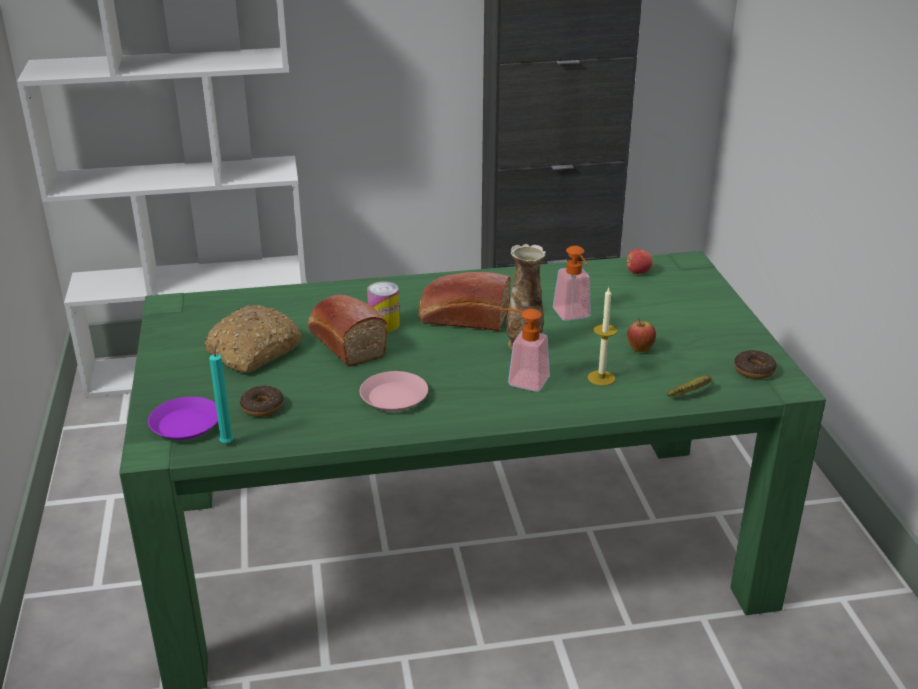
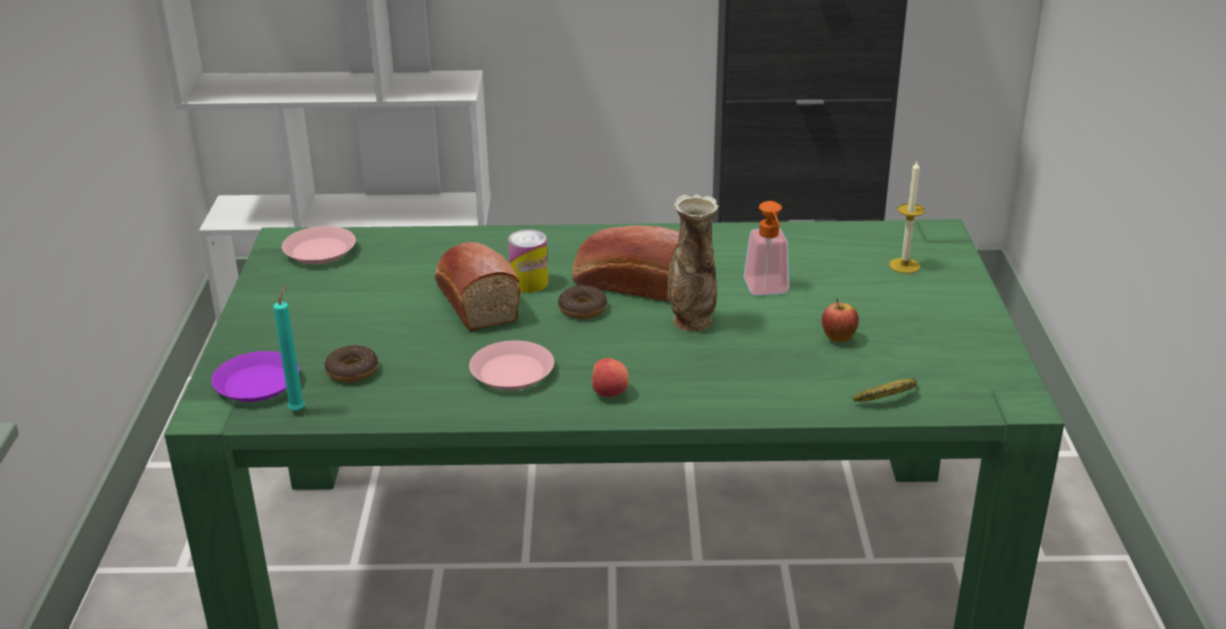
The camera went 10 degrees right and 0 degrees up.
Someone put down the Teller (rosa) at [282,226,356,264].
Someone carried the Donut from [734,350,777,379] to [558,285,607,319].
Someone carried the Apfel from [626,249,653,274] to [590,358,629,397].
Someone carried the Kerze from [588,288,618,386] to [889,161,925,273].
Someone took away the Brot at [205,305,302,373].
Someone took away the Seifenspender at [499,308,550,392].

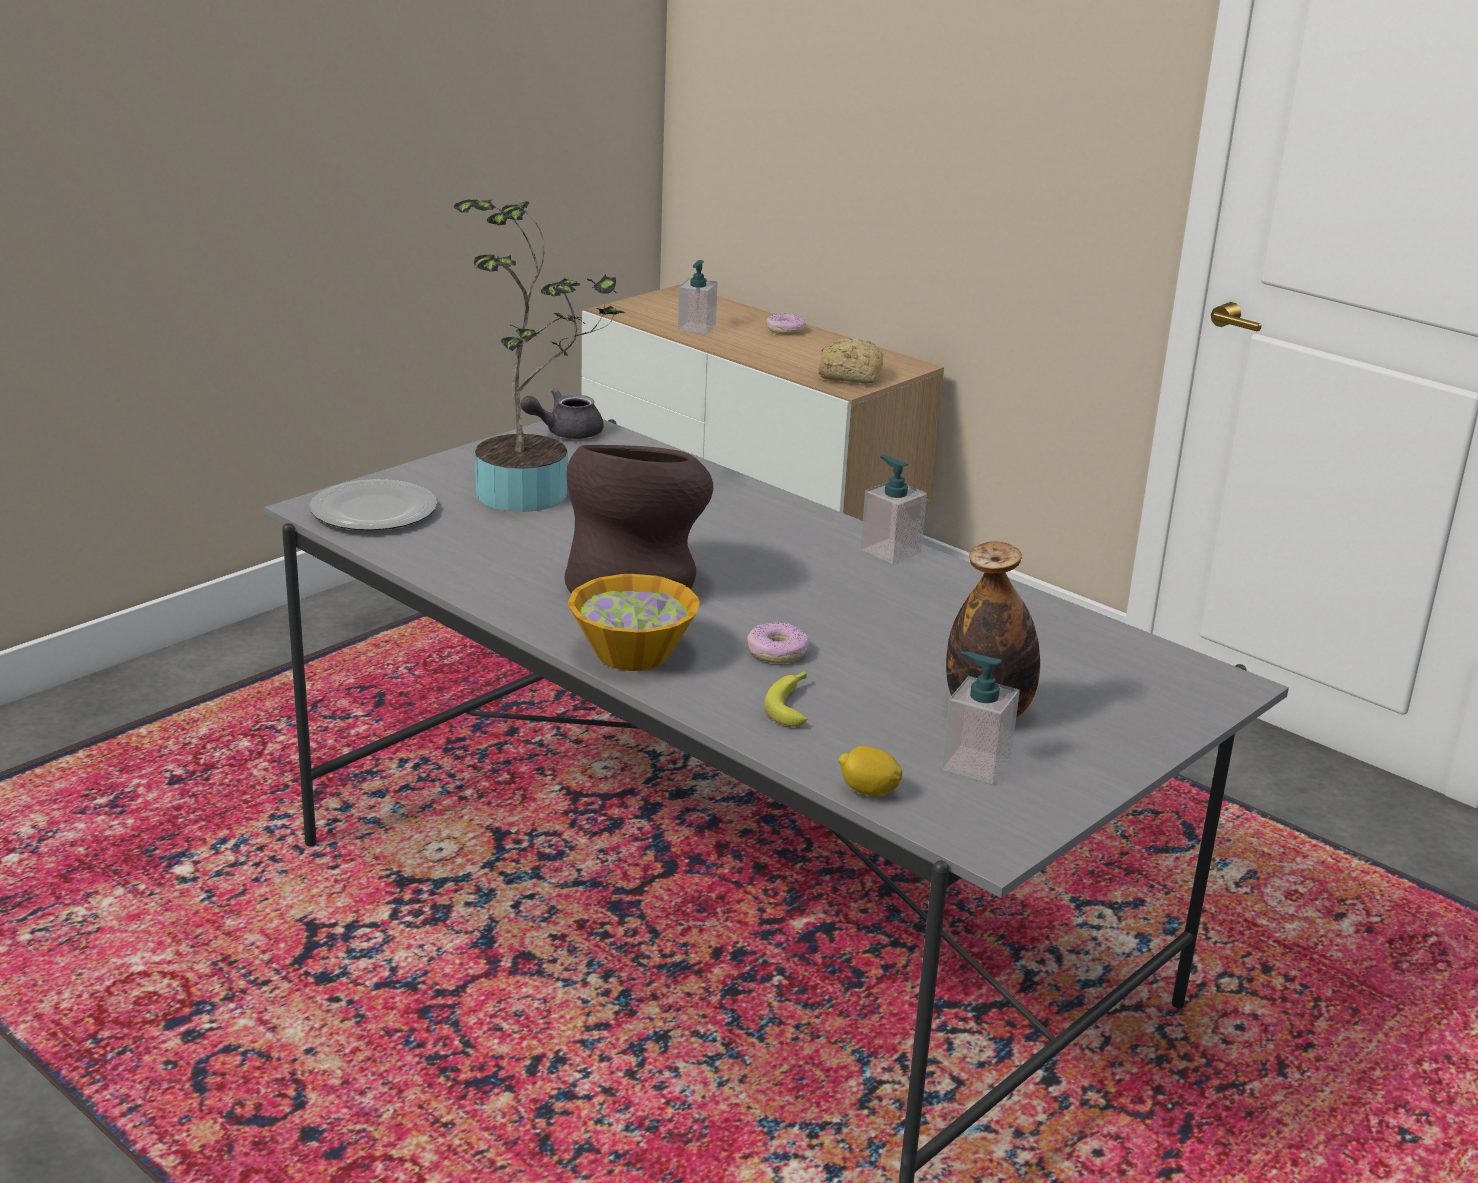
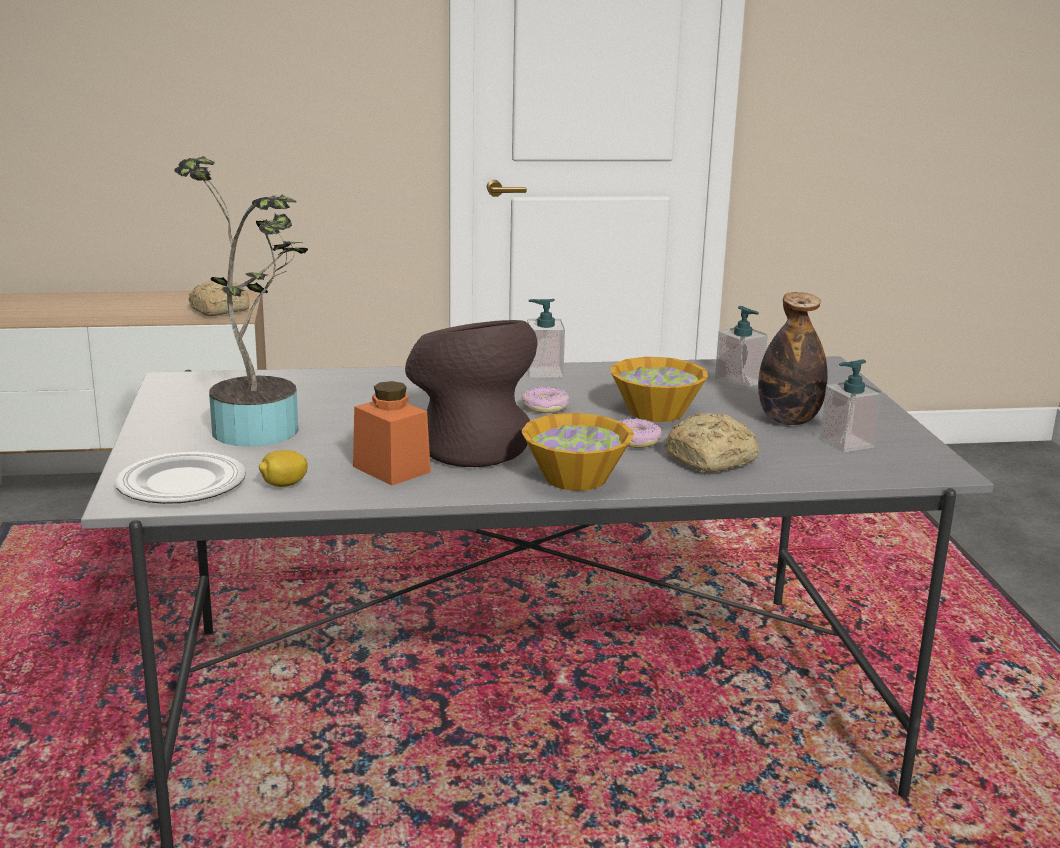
The camera went 50 degrees left and 5 degrees down.
Someone carried the Zitrone from [839,746,902,796] to [259,450,308,487].
Someone put down the Vorratsglas (orange) at [353,381,431,486].
Someone carried the Donut from [766,313,806,335] to [522,387,569,413].
Someone put down the Schüssel at [611,357,708,422].
Someone swapped the Banane at [764,671,807,727] for the Brot at [664,412,759,473].
Someone carried the Seifenspender from [678,260,718,334] to [715,306,768,389].
Someone took away the Teekanne (grau) at [520,389,604,439].

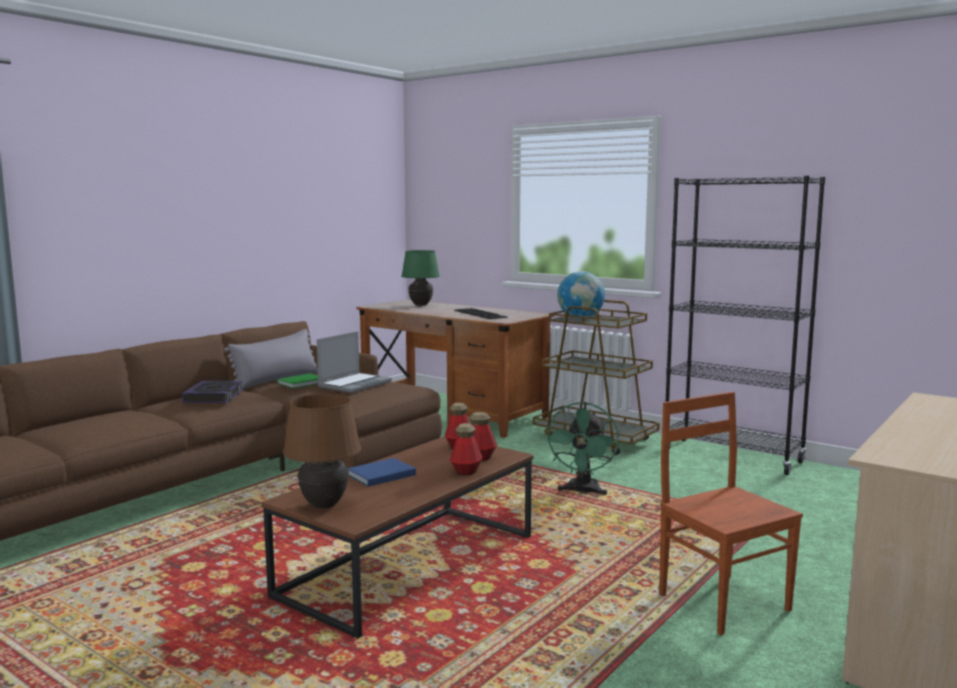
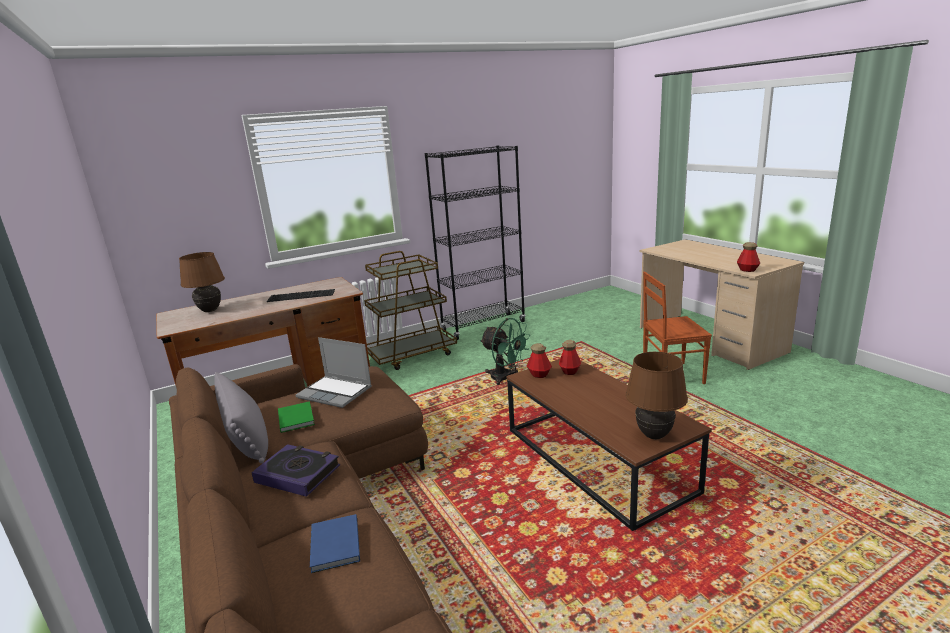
The camera went 65 degrees left and 10 degrees up.
Someone repainted the Tischlampe (grün) at [401,250,440,306], which became the Tischlampe (braun) at [179,252,225,312].
Someone rotated the Laptop at [317,331,392,393] by 150 degrees clockwise.
Someone carried the Buch (blau) from [347,458,416,487] to [310,514,360,573].
Someone carried the Flasche from [450,423,482,475] to [737,242,760,272].
Someone took away the Globus at [557,271,605,319].

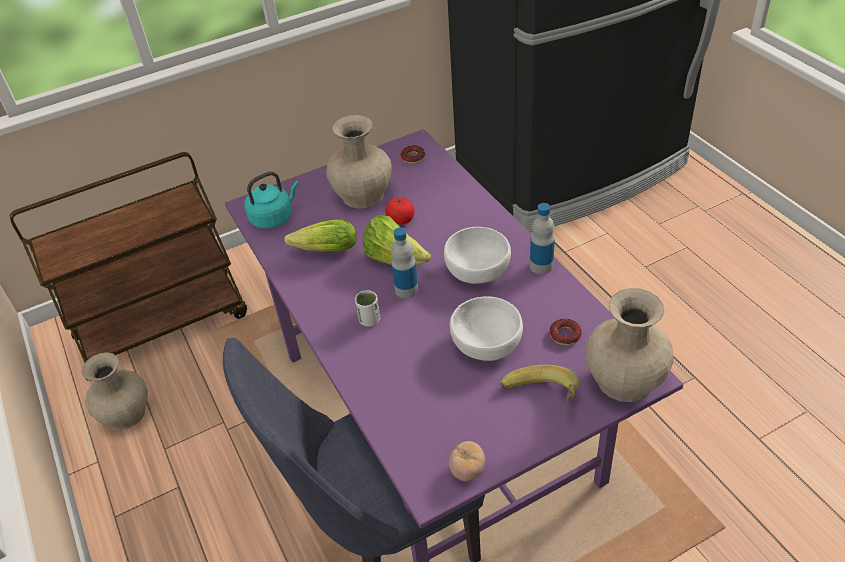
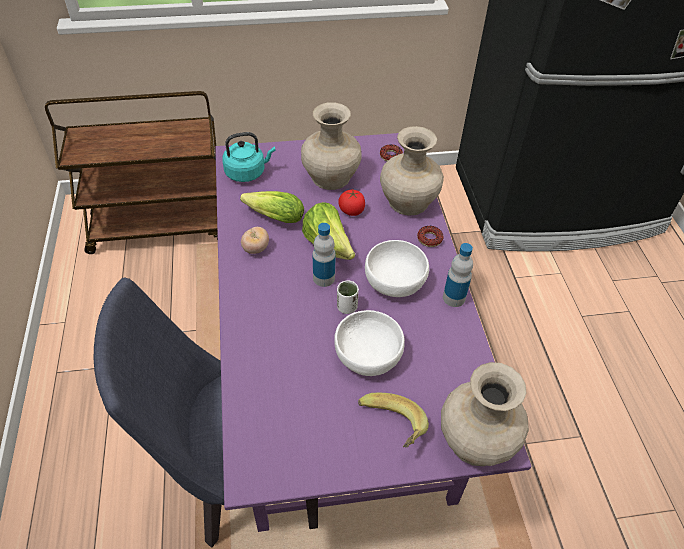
The camera went 15 degrees right and 5 degrees up.
Someone carried the Tomate from [449,441,485,481] to [241,227,269,254].
Someone carried the Tasse (weiß) from [355,290,380,326] to [337,280,359,314].
Someone carried the Vase (beige) from [82,352,148,430] to [380,126,444,216].
Someone carried the Donut from [549,319,582,345] to [417,226,443,247].

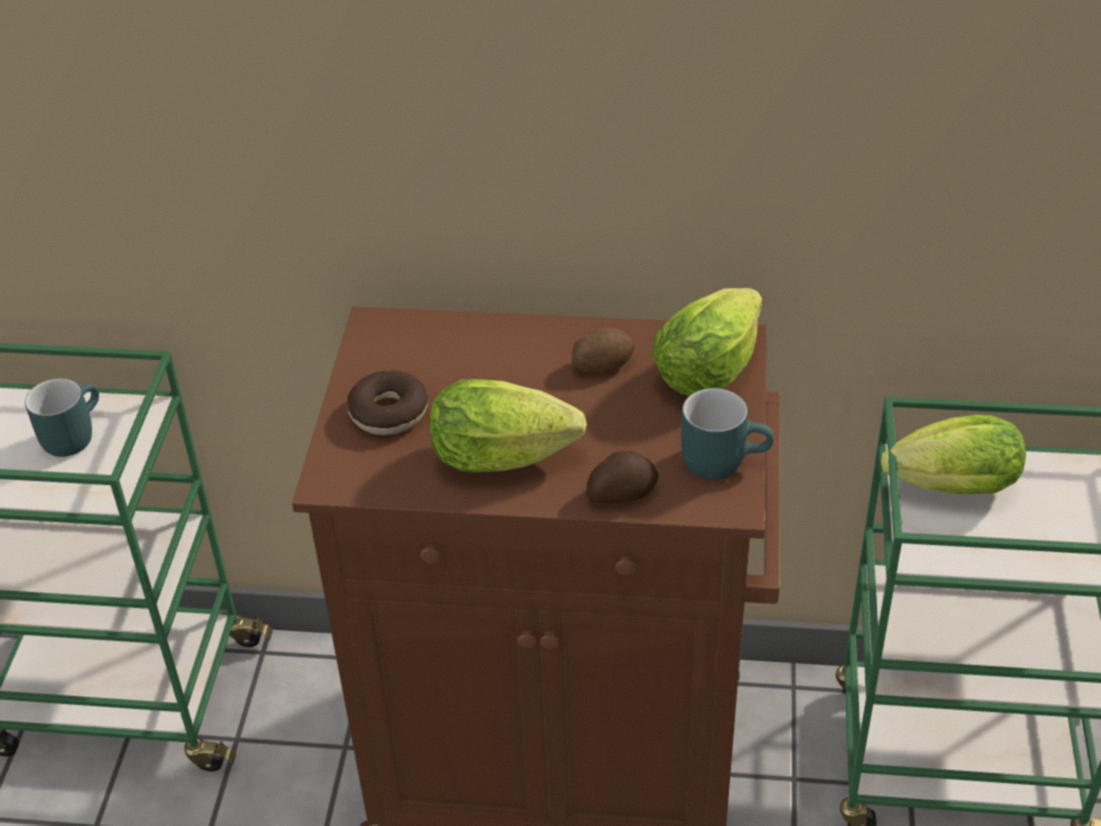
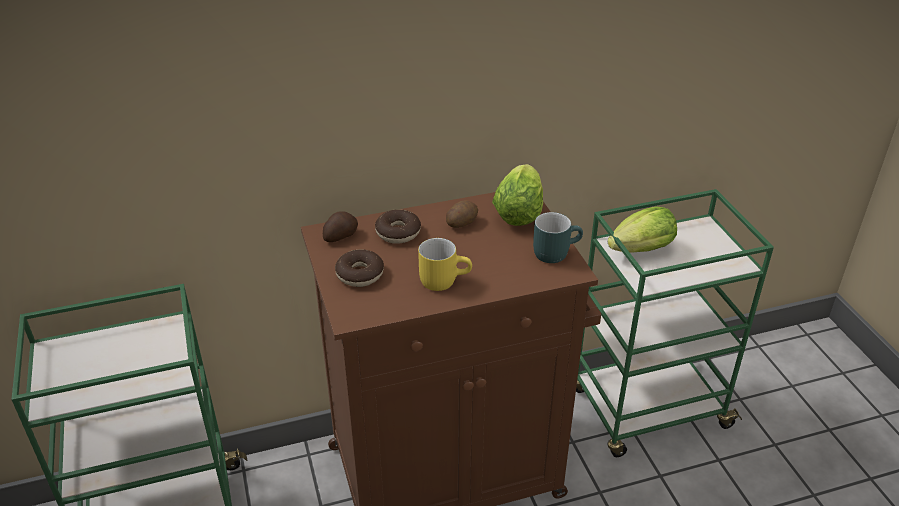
The camera went 25 degrees left and 5 degrees down.
Someone carried the Kartoffel from [586,451,659,504] to [323,211,358,242].
Someone put down the Donut at [375,209,421,244].
Someone swapped the Salatkopf at [430,379,587,472] for the Henkelbecher (gelb) at [418,238,472,291].
Someone took away the Henkelbecher (türkis) at [25,378,99,457].

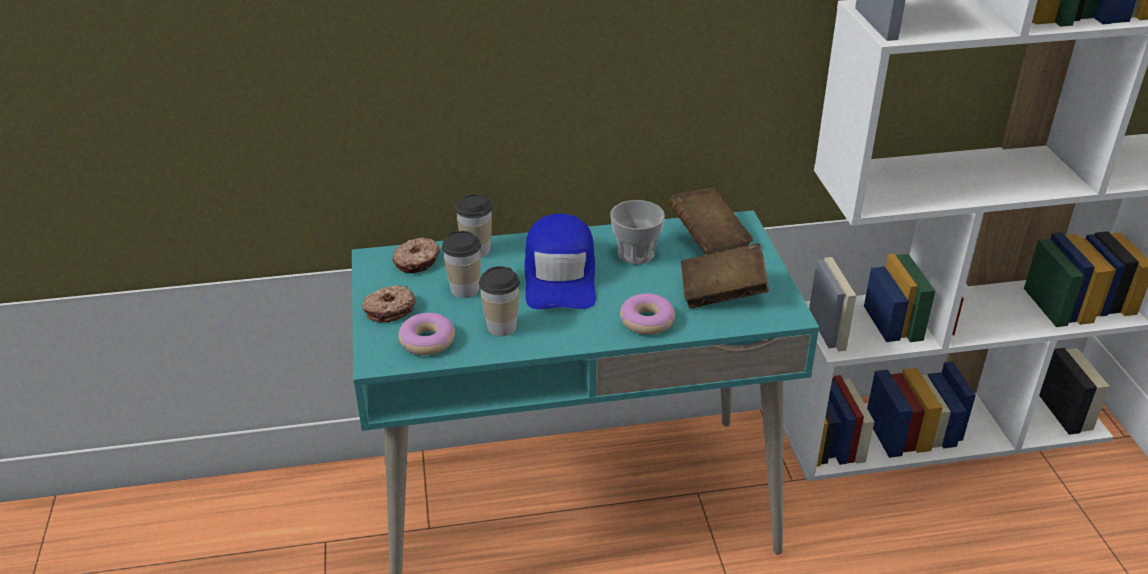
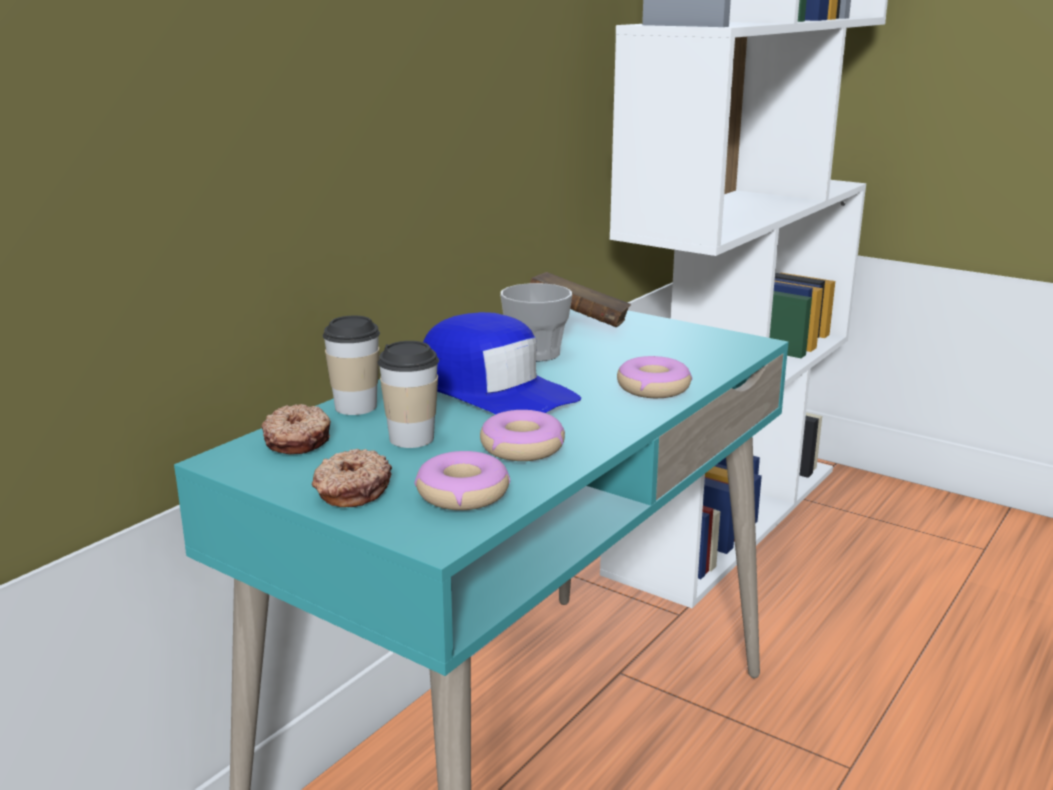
The camera went 45 degrees left and 15 degrees down.
Someone swapped the Tasse at [479,266,520,336] for the Donut at [480,410,565,461].
Someone took away the Buch (braun) at [681,243,769,308].

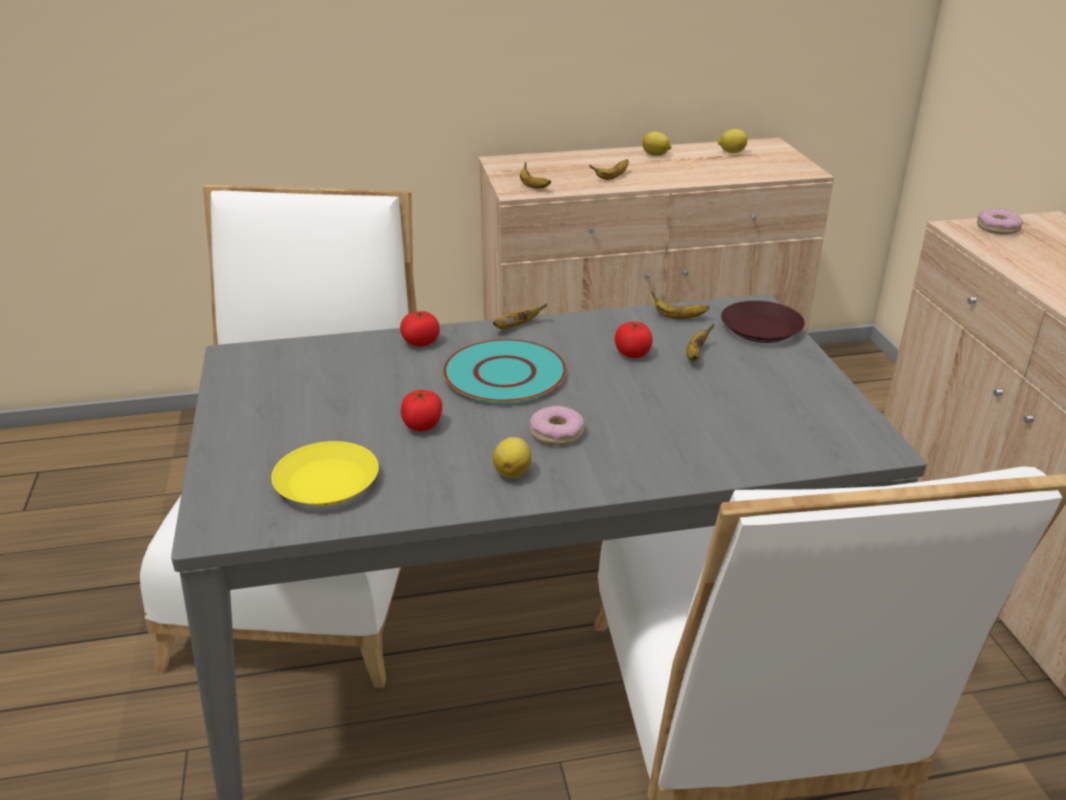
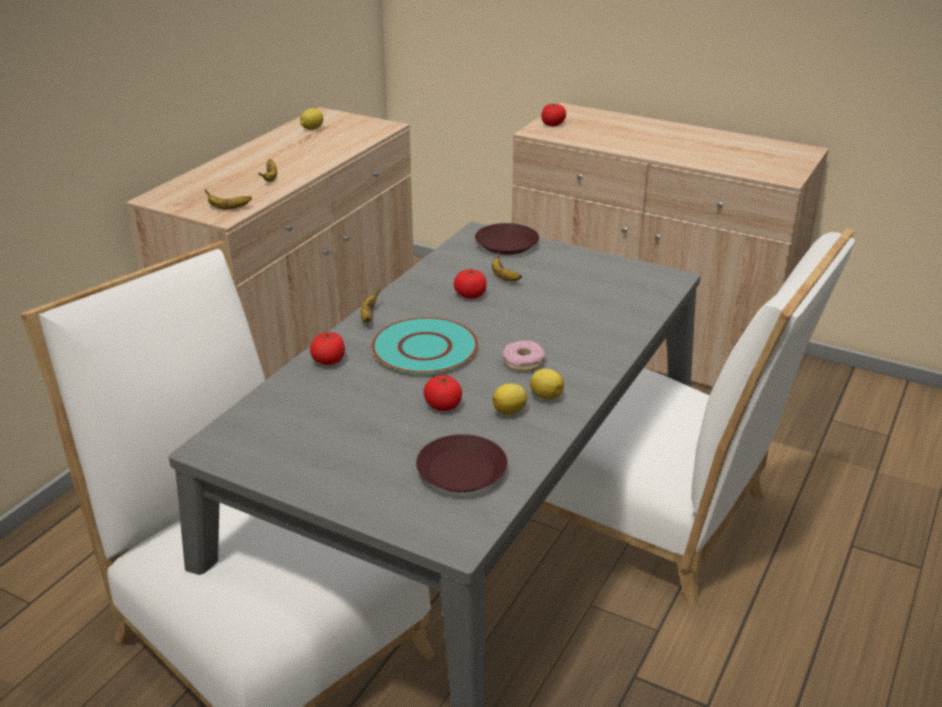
The camera went 50 degrees left and 0 degrees up.
Someone repainted the Teller (gelb) at [271,441,379,506], which became the Teller (braun) at [416,434,507,492].
Someone carried the Zitrone from [642,132,672,156] to [492,384,527,415].
Someone swapped the Donut at [977,209,1023,235] for the Tomate at [541,103,566,126].
Someone took away the Banane at [652,292,710,319].

